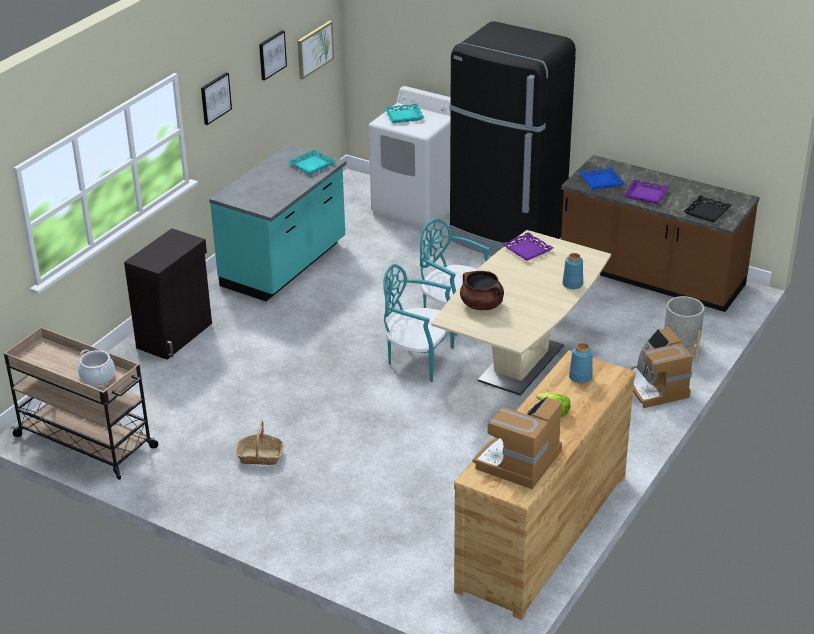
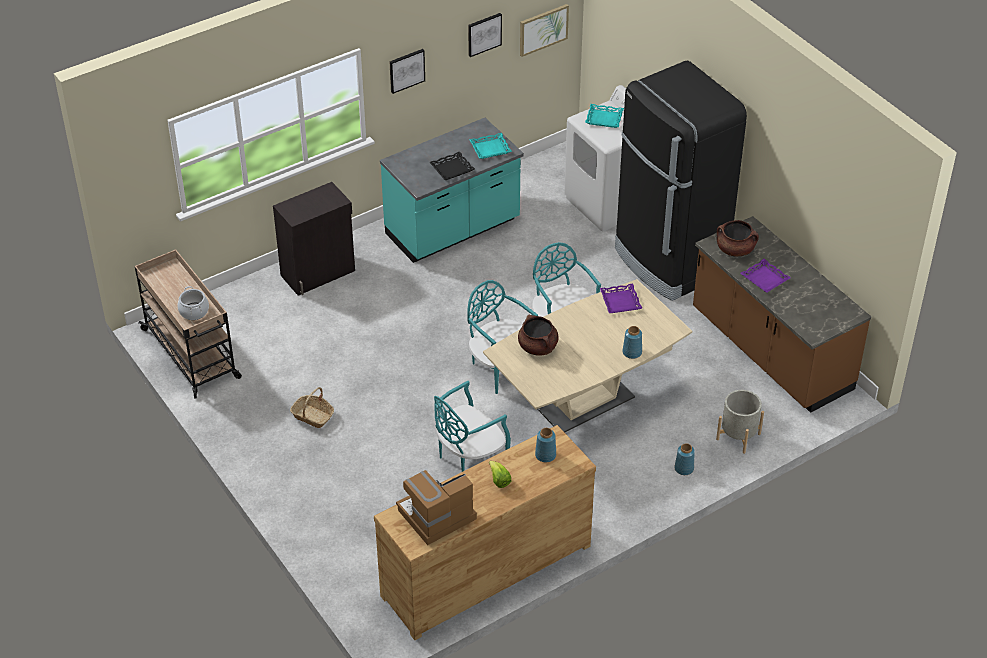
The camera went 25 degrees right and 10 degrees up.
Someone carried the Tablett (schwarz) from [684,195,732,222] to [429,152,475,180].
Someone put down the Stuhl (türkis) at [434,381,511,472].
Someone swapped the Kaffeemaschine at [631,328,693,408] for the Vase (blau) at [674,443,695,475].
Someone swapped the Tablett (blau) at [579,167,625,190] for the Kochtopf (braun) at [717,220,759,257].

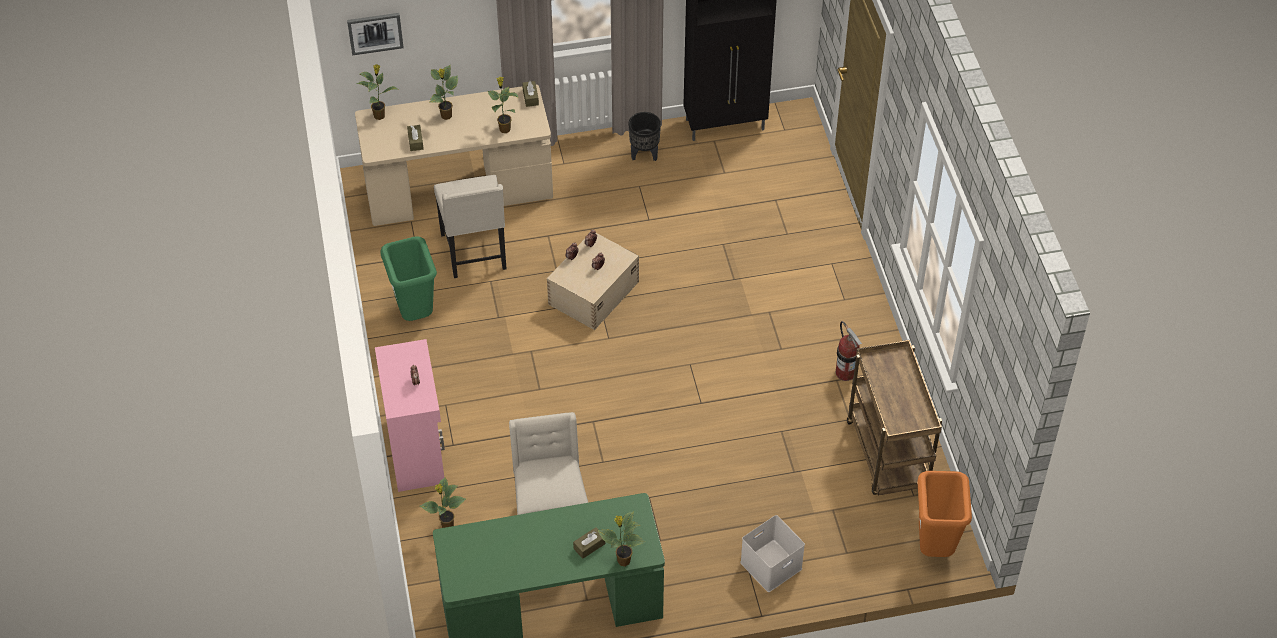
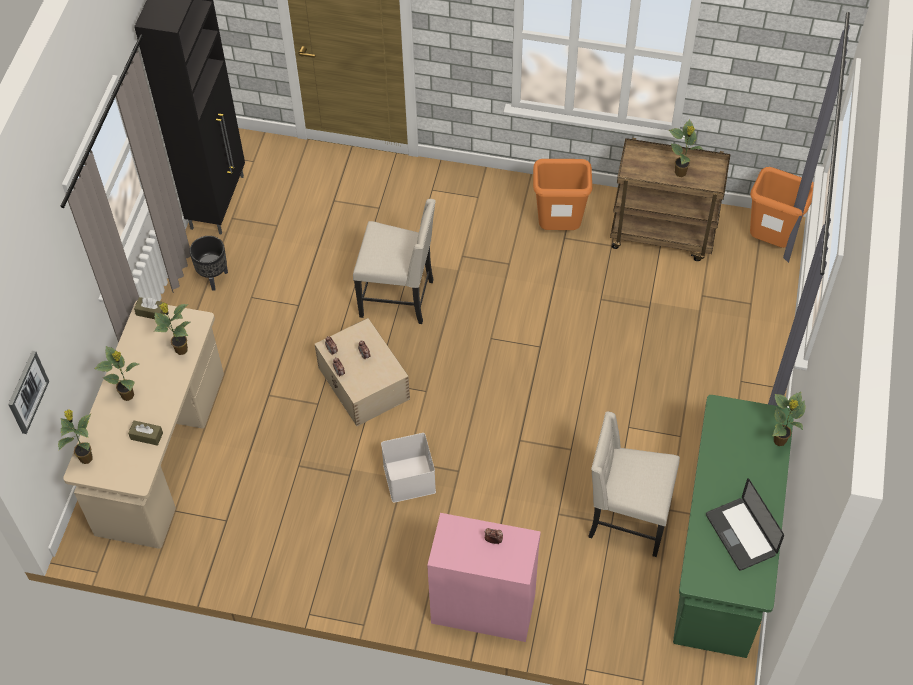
The camera went 65 degrees left and 5 degrees up.
Someone carried the Stuhl (beige) from [434,175,506,278] to [353,199,436,324].
Someone carried the Aufbewahrungsbox (weiß) from [740,515,805,592] to [381,433,436,503].
Someone swapped the Feuerlöscher at [836,321,862,381] for the Mülleimer (orange) at [533,159,592,230].
Someone carried the Topfpflanze from [420,477,466,528] to [669,119,703,177].
Someone put down the Laptop at [706,478,784,571].
Someone took away the Mülleimer (grün) at [381,236,437,321].
Someone took away the Taschentuchbox (braun) at [573,527,606,559].

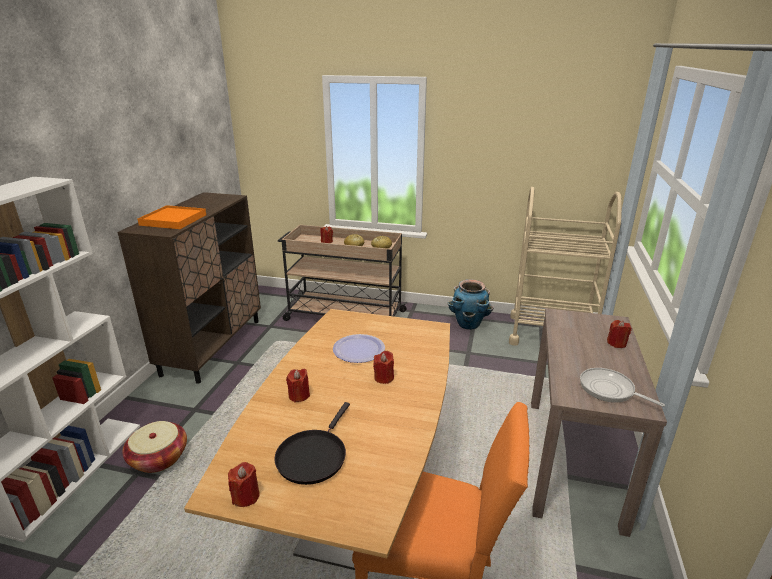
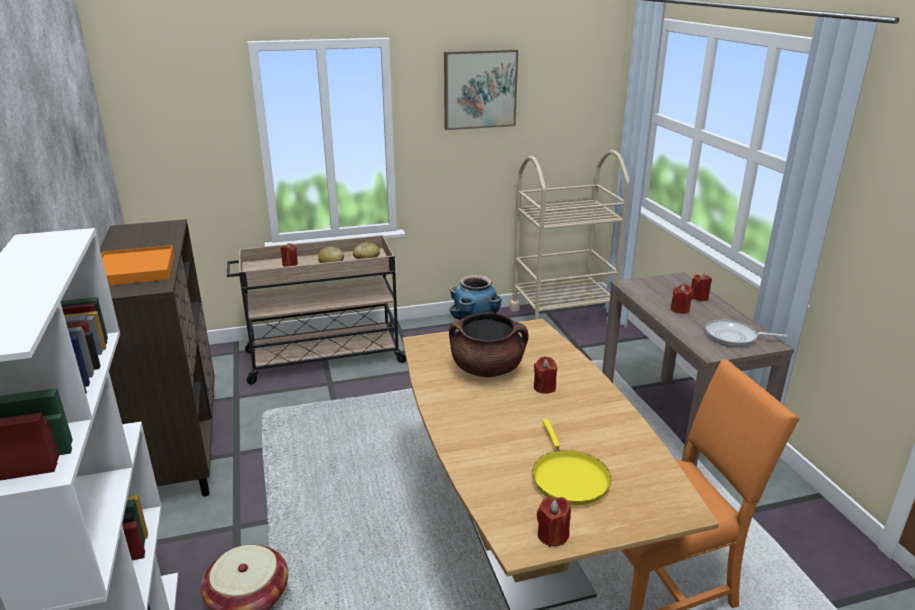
The camera went 30 degrees left and 0 degrees up.
Someone put up the Bild at [444,49,518,130].
Someone swapped the Teller at [333,334,385,363] for the Kochtopf (braun) at [449,312,529,377].
Someone repainted the Pfanne (schwarz) at [274,402,350,485], which became the Pfanne (gelb) at [532,419,611,505].
Someone carried the Kerze (rot) from [286,369,310,402] to [671,284,693,314].

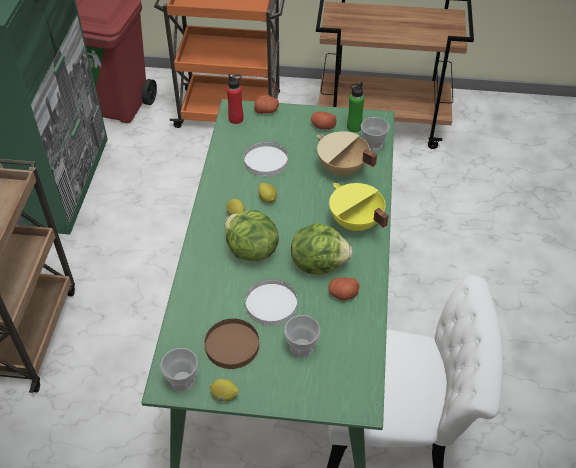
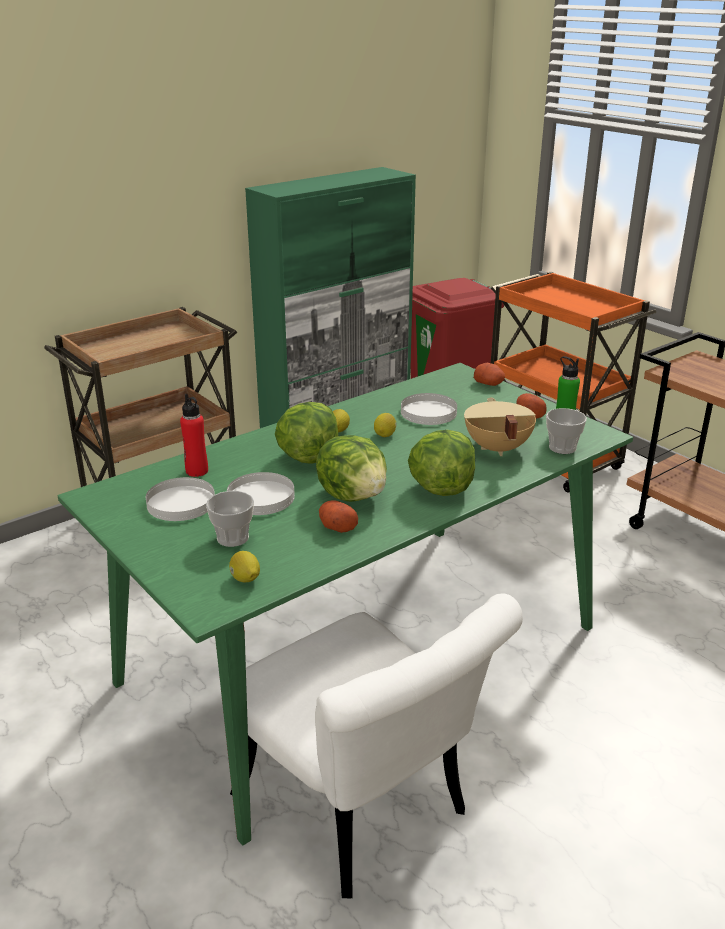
The camera went 45 degrees right and 20 degrees down.
Someone repainted the Teller (braun) at [205,319,259,369], which became the Teller (weiß) at [146,477,215,521].
Someone carried the Flasche (rot) from [227,74,243,124] to [180,394,208,477].
Someone carried the Zitrone from [210,379,239,401] to [229,551,260,582].
Someone swapped the Kochtopf (gelb) at [329,183,389,231] for the Salatkopf at [408,430,475,496].
Someone took away the Tasse at [160,348,198,392].

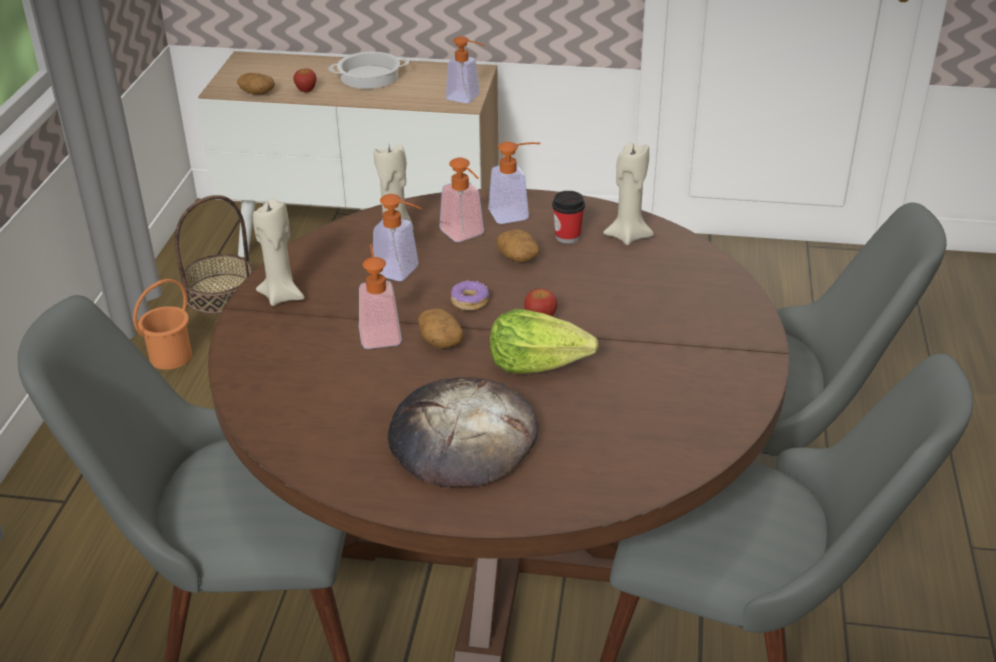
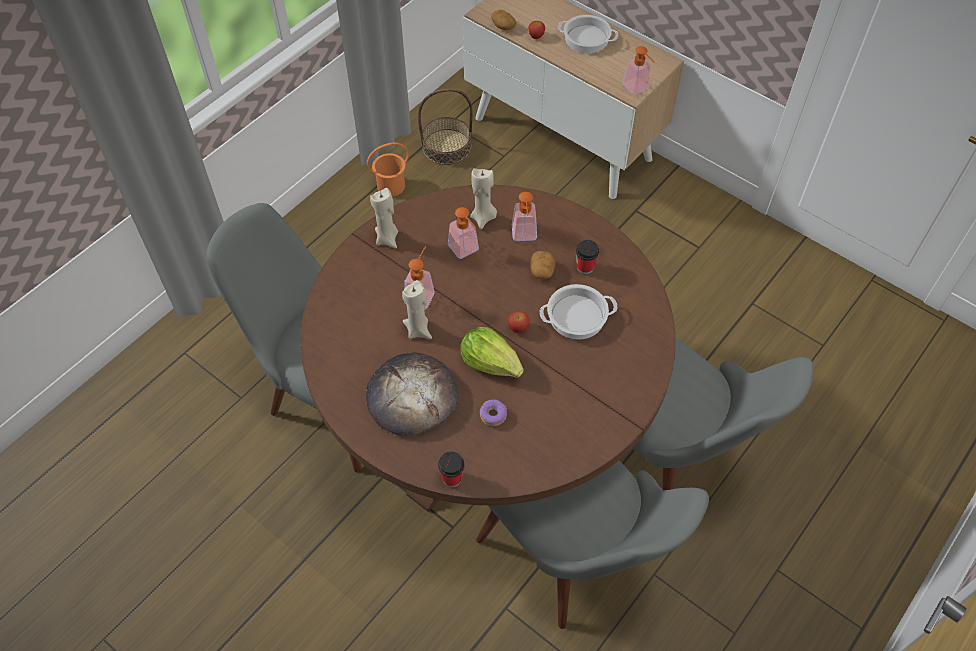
The camera went 30 degrees right and 20 degrees up.
Someone carried the Kerze (beige) from [603,142,654,245] to [402,280,432,339].
Someone put down the Tasse at [438,452,465,487].
Someone carried the Donut from [450,280,489,311] to [480,399,507,426].
Someone put down the Kochtopf at [540,284,618,340].
Someone took away the Kartoffel at [418,308,464,348].
Someone took away the Seifenspender at [488,141,540,224].

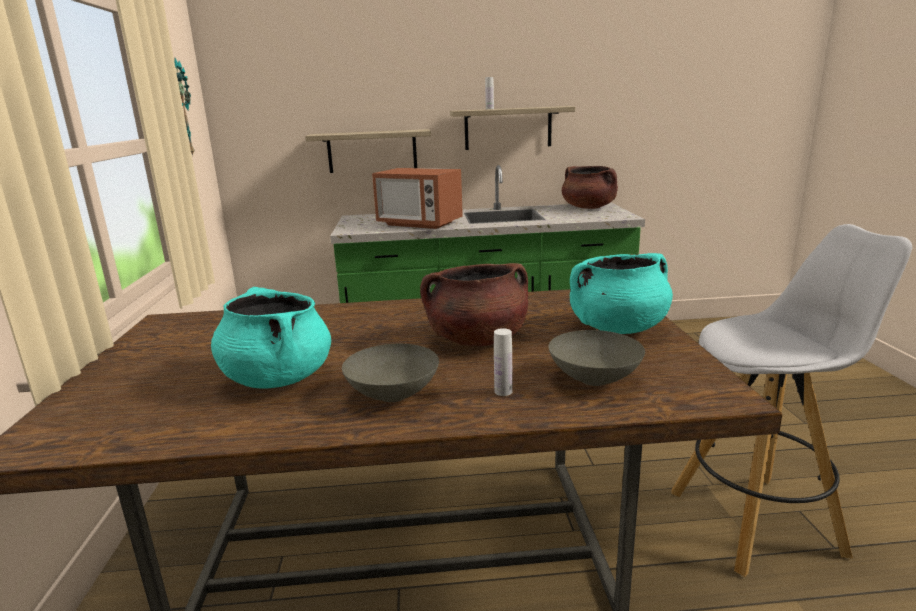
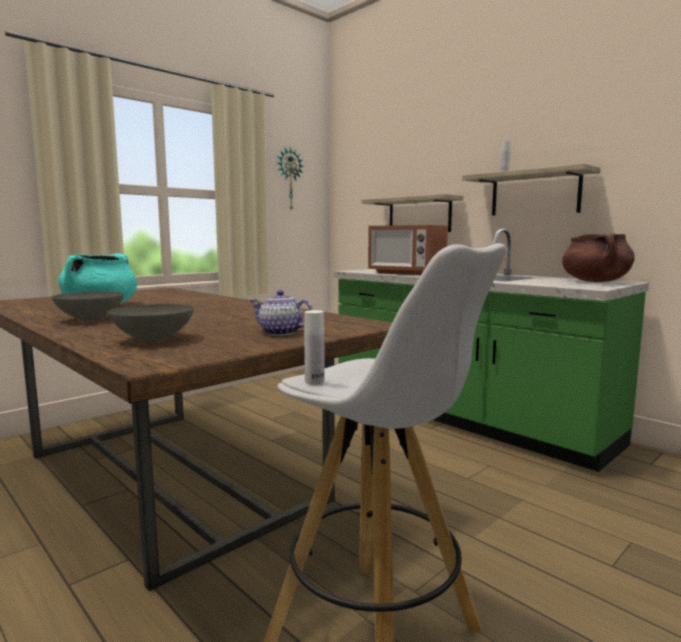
The camera went 50 degrees right and 10 degrees down.
Someone swapped the Kochtopf (türkis) at [570,253,673,334] for the Teekanne at [250,290,313,336].
Someone carried the Flasche (weiß) from [494,328,512,396] to [304,310,325,385].
Someone rotated the Mikrowelle at [372,168,463,229] by 45 degrees counterclockwise.
Someone took away the Kochtopf (braun) at [420,263,528,346].

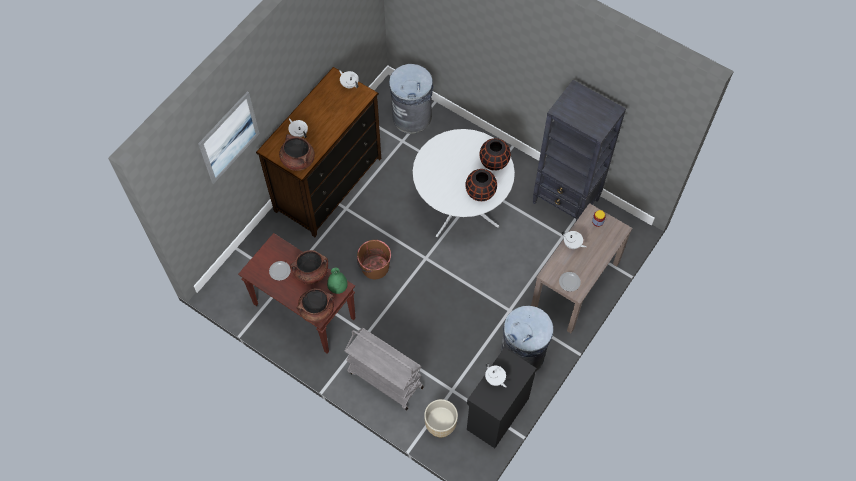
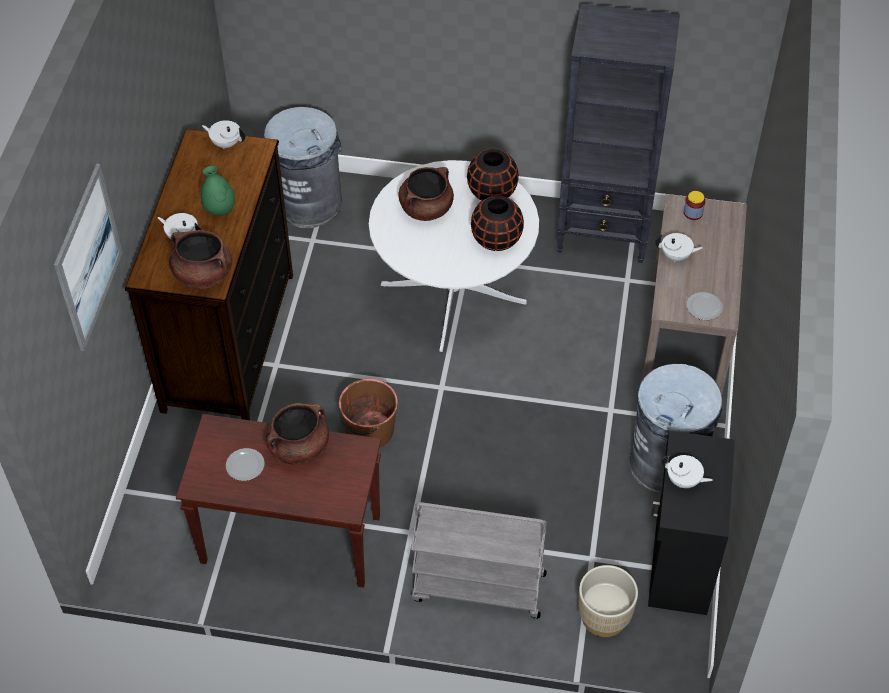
The camera went 25 degrees left and 10 degrees down.
Someone carried the Vase (grün) from [327,267,348,294] to [201,166,235,216].
Someone carried the Kochtopf (braun) from [297,288,334,323] to [398,167,454,221].

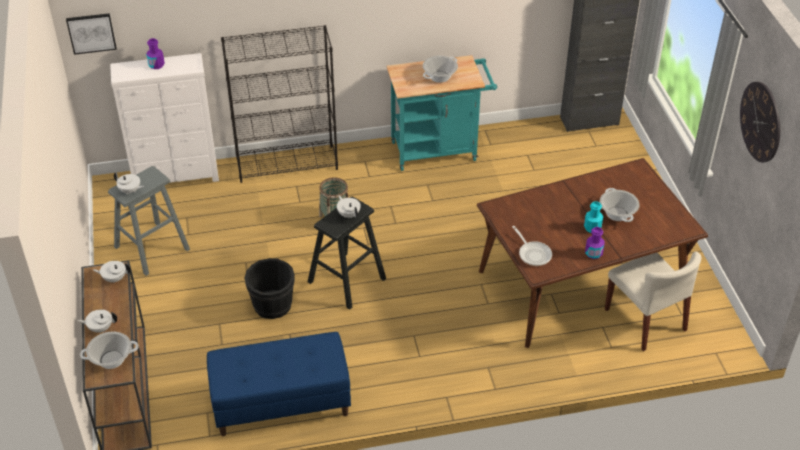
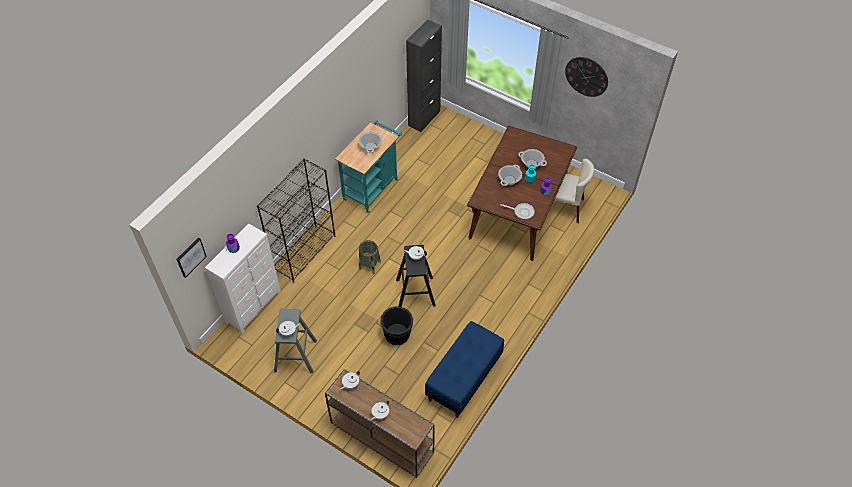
The camera went 45 degrees left and 10 degrees up.
Someone carried the Kochtopf from [80,331,139,369] to [498,165,522,186].

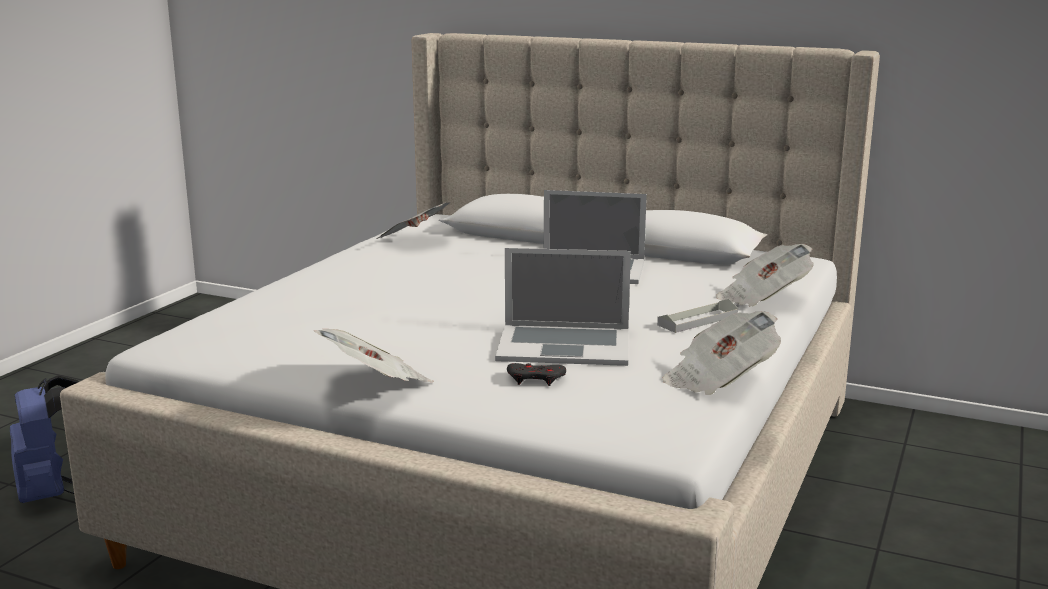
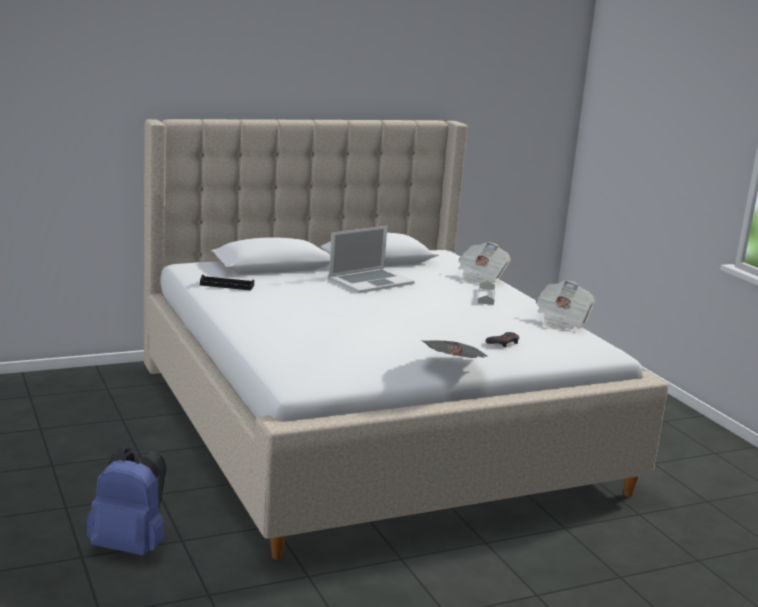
The camera went 50 degrees left and 0 degrees up.
Someone swapped the Zeitung at [376,202,450,239] for the Tablett (schwarz) at [200,274,254,291].
Someone took away the Laptop at [495,248,631,366].

